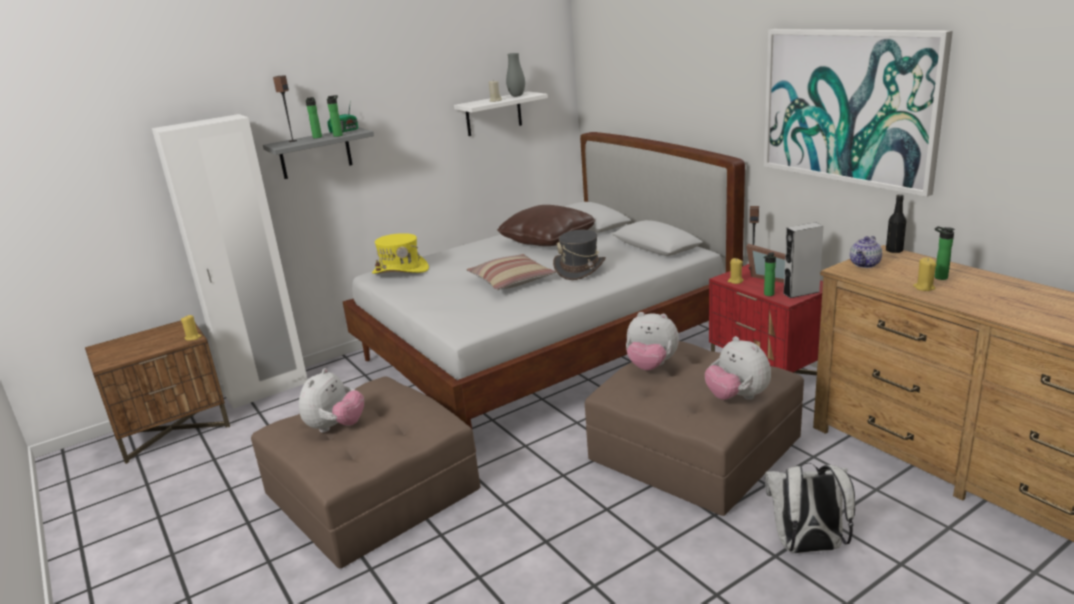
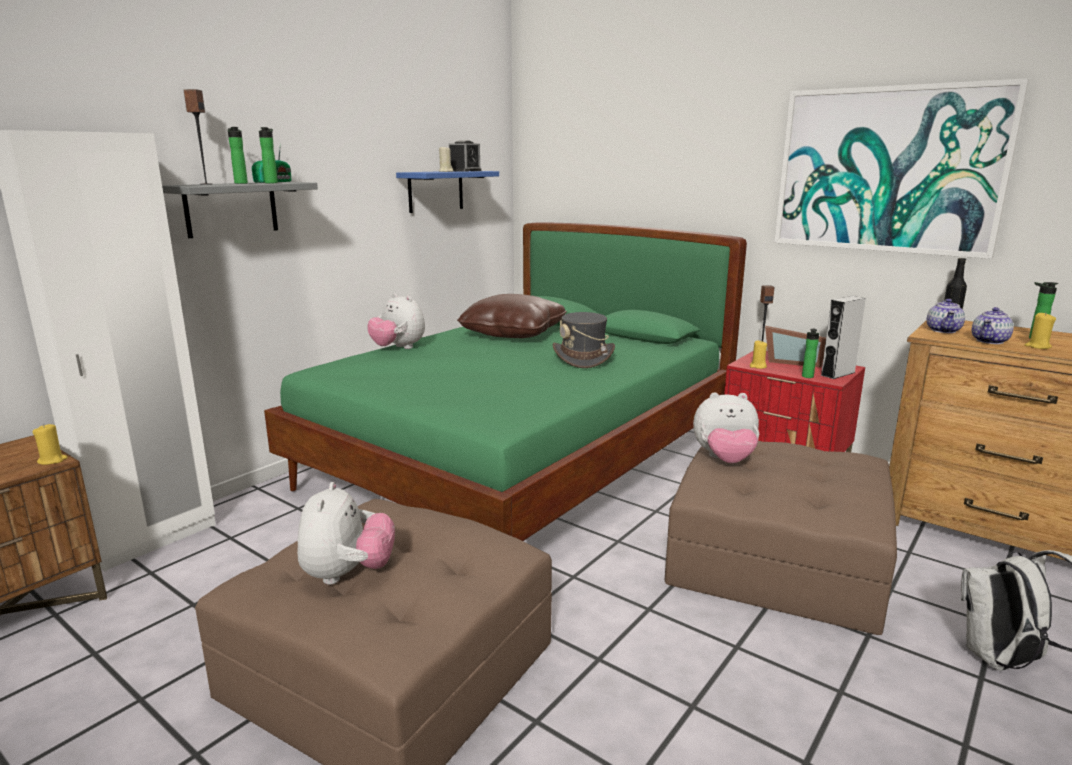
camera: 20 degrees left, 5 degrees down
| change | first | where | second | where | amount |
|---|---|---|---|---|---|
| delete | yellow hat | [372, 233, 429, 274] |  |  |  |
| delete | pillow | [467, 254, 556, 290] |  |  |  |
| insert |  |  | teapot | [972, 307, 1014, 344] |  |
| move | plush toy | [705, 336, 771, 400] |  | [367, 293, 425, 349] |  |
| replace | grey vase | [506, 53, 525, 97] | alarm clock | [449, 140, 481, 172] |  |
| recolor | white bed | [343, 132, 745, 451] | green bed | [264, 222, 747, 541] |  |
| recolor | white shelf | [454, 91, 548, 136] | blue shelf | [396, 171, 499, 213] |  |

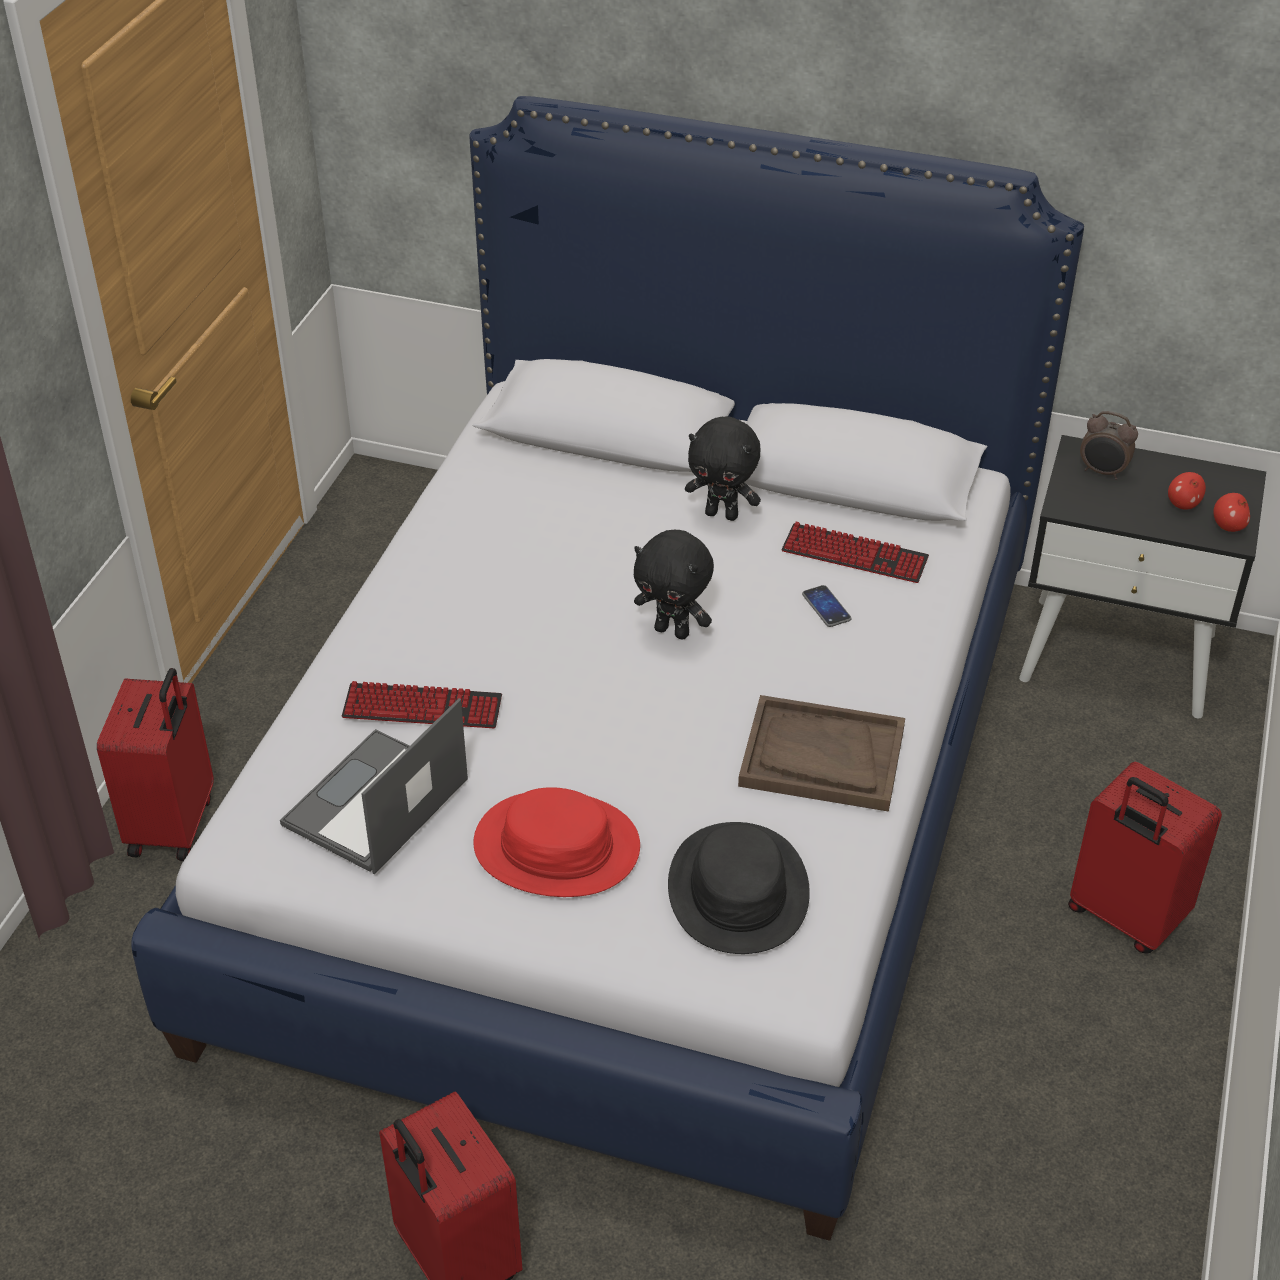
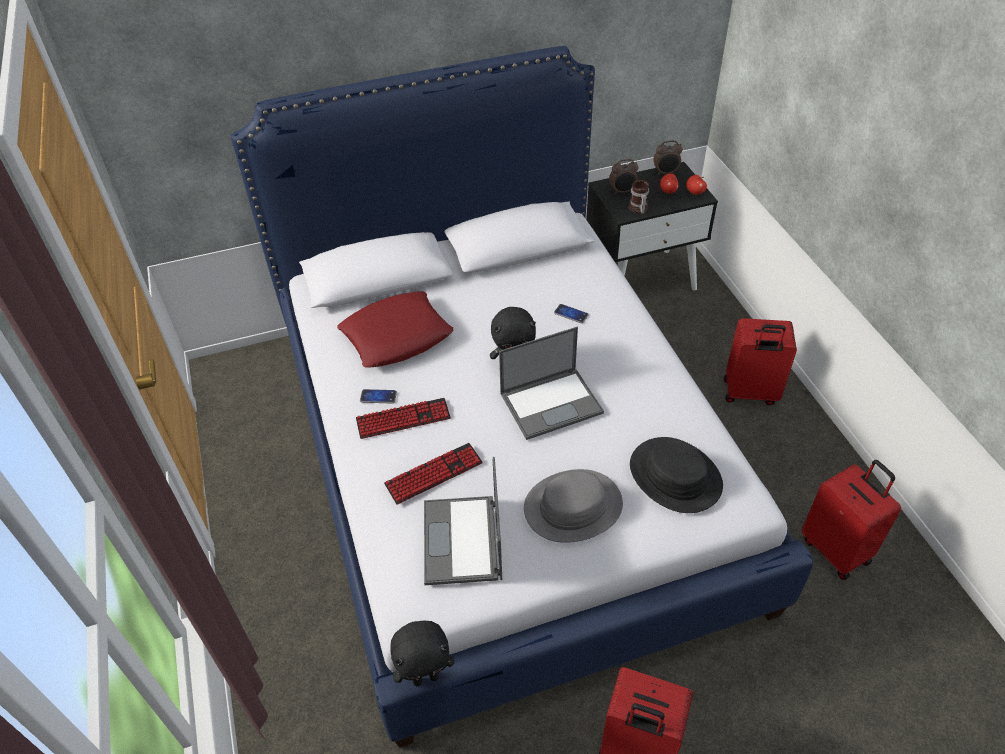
camera: 35 degrees left, 5 degrees up
| change | first | where | second | where | amount |
|---|---|---|---|---|---|
| delete | brown tray | [738, 695, 905, 812] |  |  |  |
| insert |  |  | red pillow | [337, 291, 454, 368] |  |
| insert |  |  | phone | [360, 389, 397, 404] |  |
| insert |  |  | laptop | [499, 327, 604, 440] |  |
| insert |  |  | mug | [628, 180, 649, 214] |  |
| insert |  |  | alarm clock | [653, 140, 683, 175] |  |
| move | red suitcase | [97, 668, 214, 861] |  | [802, 460, 901, 580] |  |
| move | black plush toy | [685, 416, 761, 521] |  | [390, 621, 455, 686] |  |
| move | keyboard | [781, 522, 929, 583] |  | [356, 398, 451, 439] |  |
| recolor | red hat | [473, 787, 640, 897] | grey hat | [524, 469, 623, 543] |  |

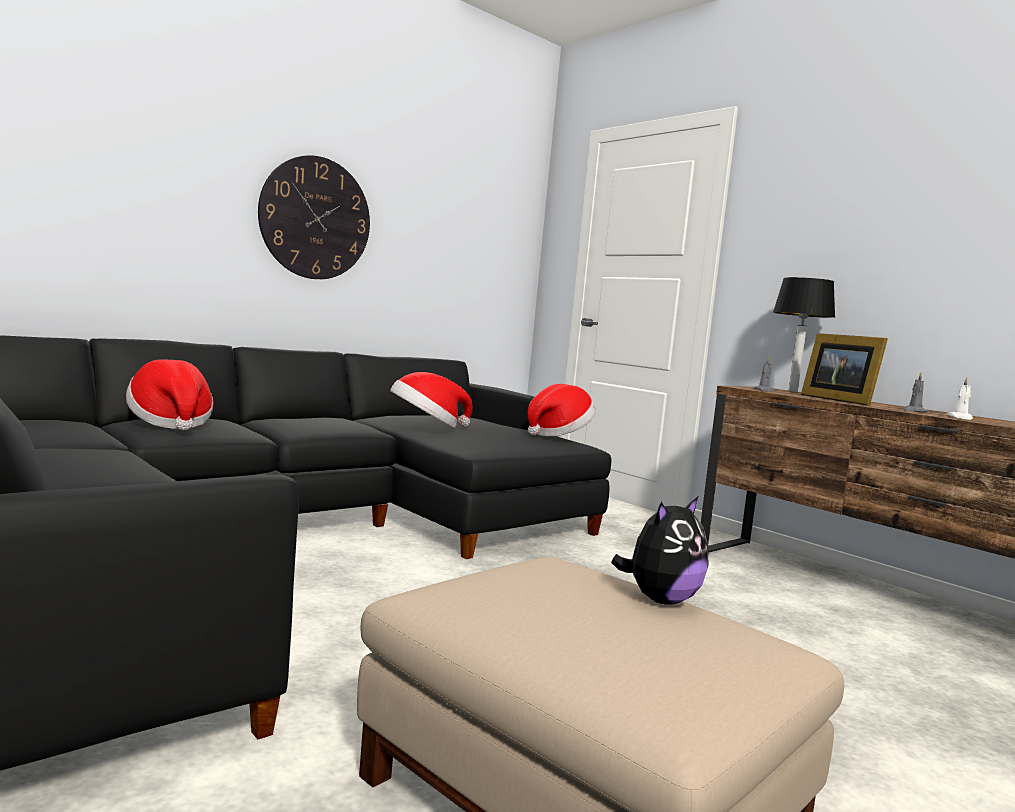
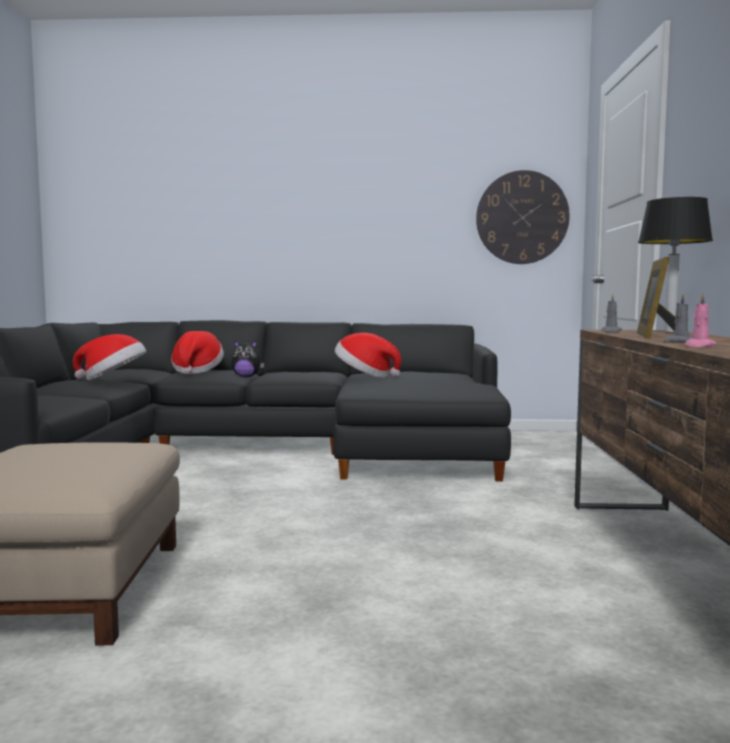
camera: 45 degrees right, 0 degrees up
| change | first | where | second | where | amount |
|---|---|---|---|---|---|
| move | wall clock | [258, 155, 370, 279] |  | [476, 170, 570, 264] |  |
| move | hat | [528, 384, 595, 436] |  | [73, 334, 146, 380] |  |
| move | plush toy | [611, 497, 708, 605] |  | [231, 341, 265, 377] |  |
| recolor | white candle | [947, 377, 973, 420] | pink candle | [685, 294, 717, 347] |  |

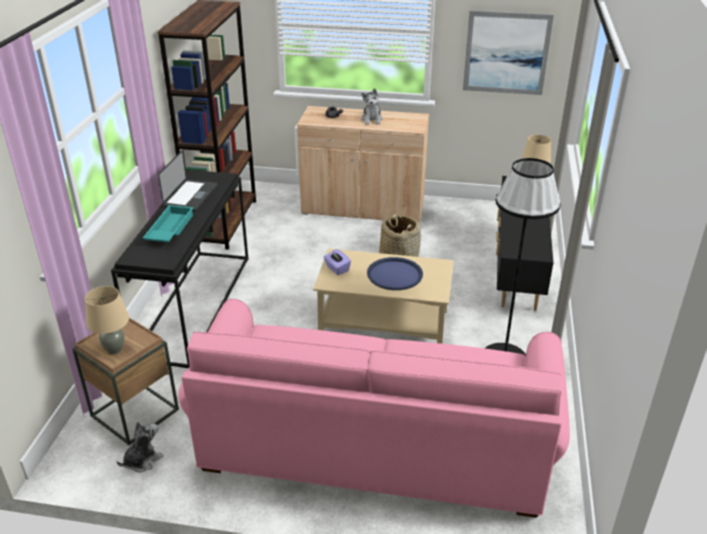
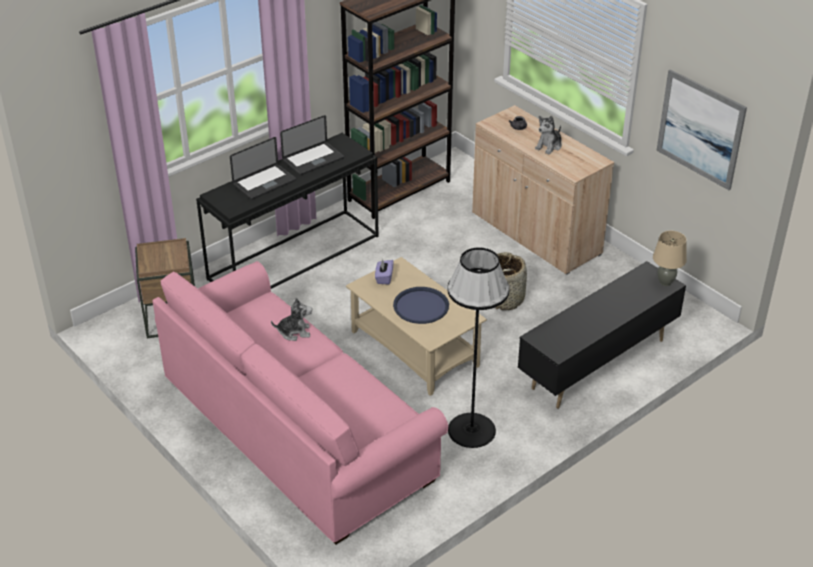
camera: 40 degrees right, 5 degrees up
| change | first | where | second | where | amount |
|---|---|---|---|---|---|
| delete | beige table lamp | [85, 286, 129, 354] |  |  |  |
| move | plush toy | [117, 421, 163, 473] |  | [271, 297, 312, 341] |  |
| replace | turquoise tray | [142, 205, 194, 242] | laptop | [230, 137, 296, 200] |  |

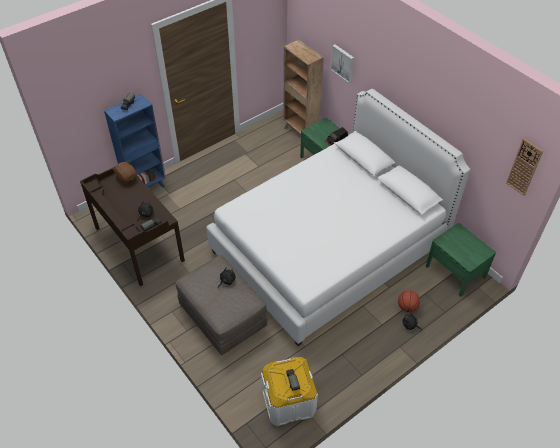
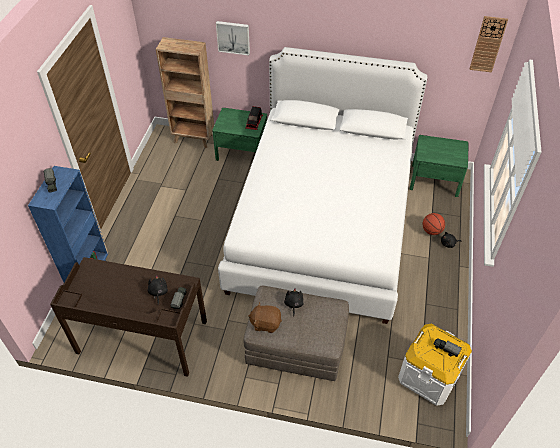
camera: 40 degrees left, 0 degrees up
| change | first | where | second | where | amount |
|---|---|---|---|---|---|
| move | brown plush toy | [112, 160, 137, 185] |  | [248, 302, 282, 333] |  |

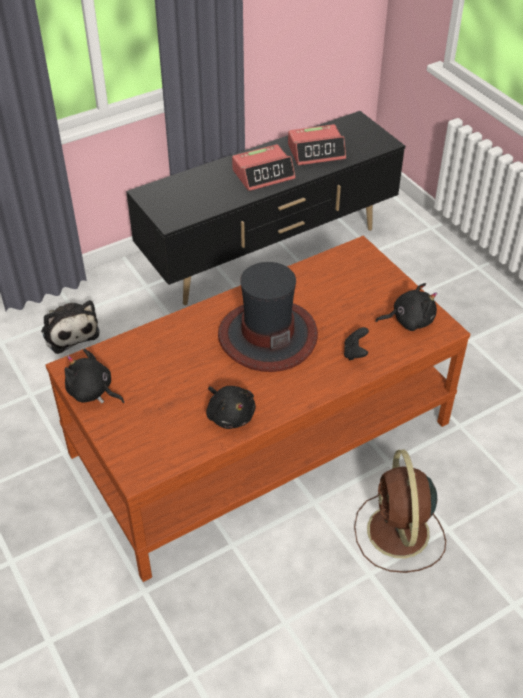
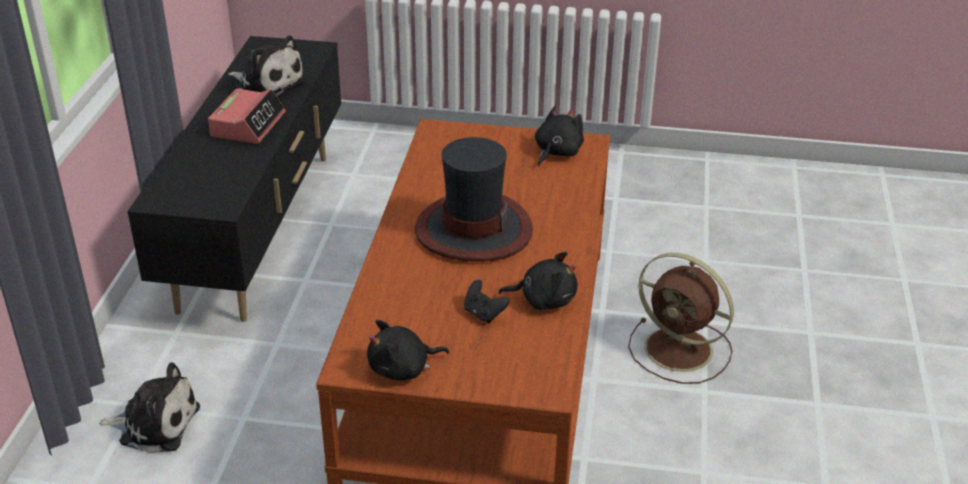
camera: 50 degrees left, 10 degrees down
| change | first | where | second | where | amount |
|---|---|---|---|---|---|
| move | black game controller | [344, 327, 369, 360] |  | [464, 280, 510, 323] |  |
| replace | alarm clock | [288, 124, 346, 165] | plush toy | [228, 36, 306, 97] |  |

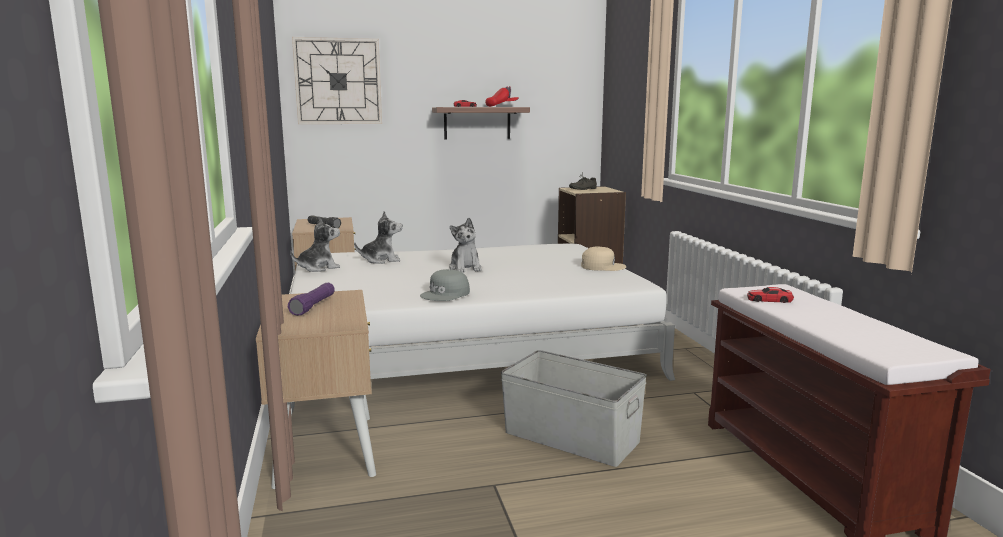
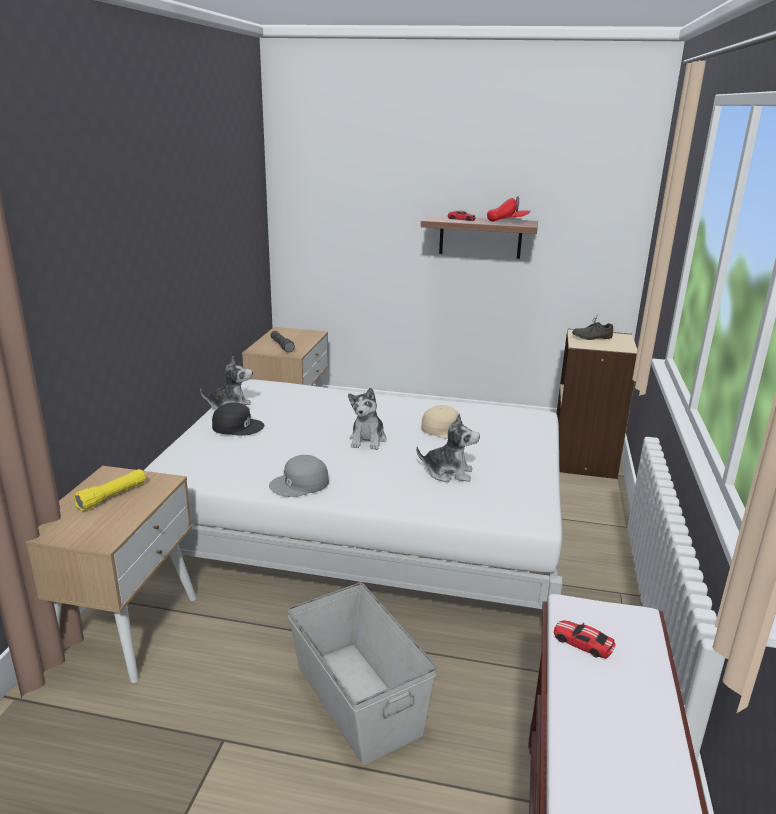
camera: 25 degrees right, 10 degrees up
| change | first | where | second | where | amount |
|---|---|---|---|---|---|
| delete | wall clock | [292, 37, 382, 124] |  |  |  |
| insert |  |  | black cap | [212, 402, 264, 436] |  |
| move | plush toy | [354, 211, 402, 264] |  | [416, 414, 480, 482] |  |
| move | beige cap | [581, 247, 627, 271] |  | [421, 405, 471, 439] |  |
| recolor | purple flashlight | [288, 283, 335, 316] | yellow flashlight | [73, 469, 146, 511] |  |

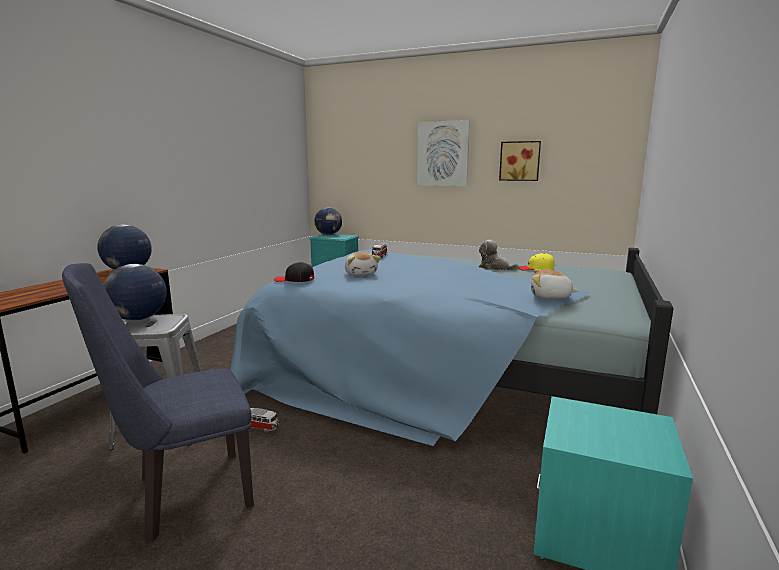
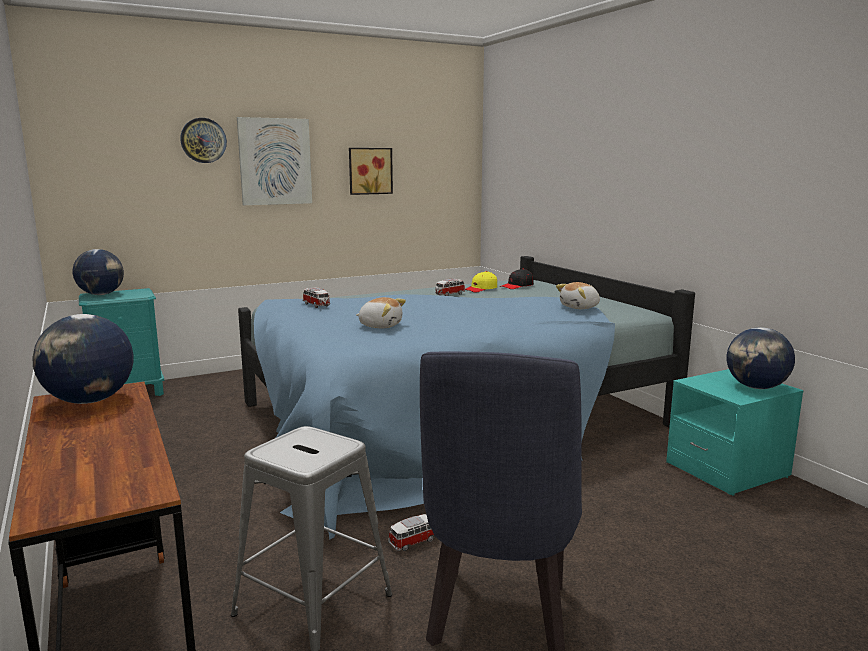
camera: 50 degrees left, 0 degrees up
| change | first | where | second | where | amount |
|---|---|---|---|---|---|
| insert |  |  | wall clock | [180, 118, 227, 163] |  |
| move | globe | [103, 264, 166, 321] |  | [727, 327, 795, 389] |  |
| move | black cap | [274, 262, 314, 282] |  | [500, 269, 534, 289] |  |
| replace | plush toy | [479, 240, 518, 270] | toy car | [435, 279, 465, 296] |  |

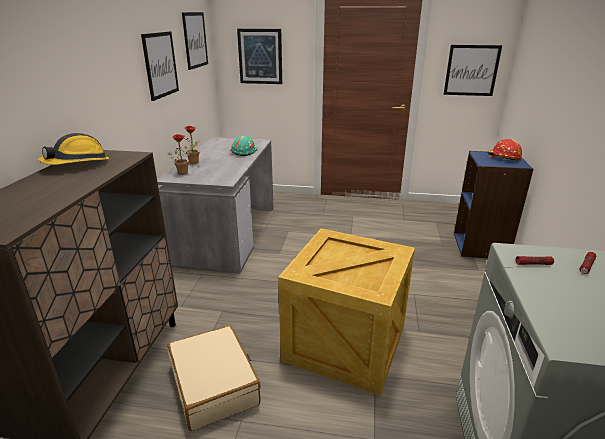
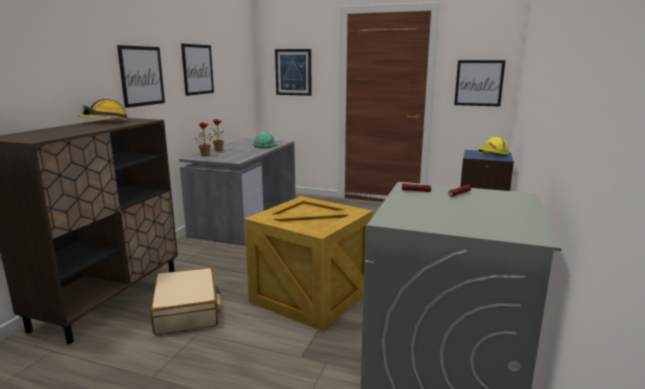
camera: 10 degrees right, 10 degrees down
| change | first | where | second | where | amount |
|---|---|---|---|---|---|
| move | picture | [182, 12, 208, 70] |  | [117, 45, 165, 108] |  |
| recolor | red hard hat | [487, 139, 522, 161] | yellow hard hat | [478, 137, 508, 156] |  |

